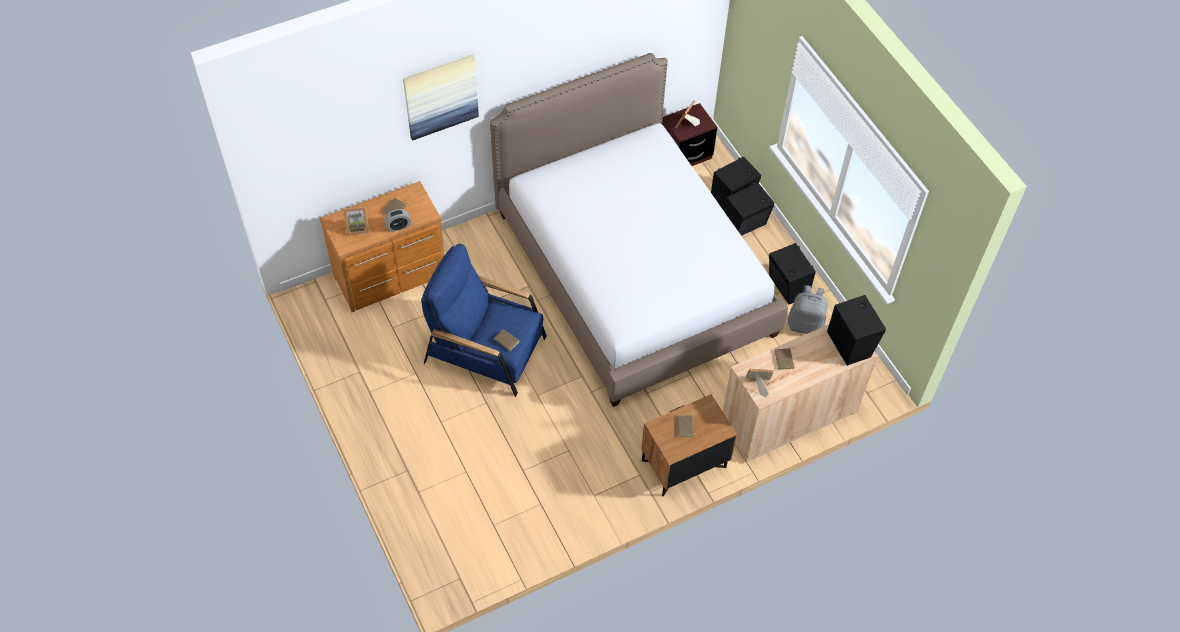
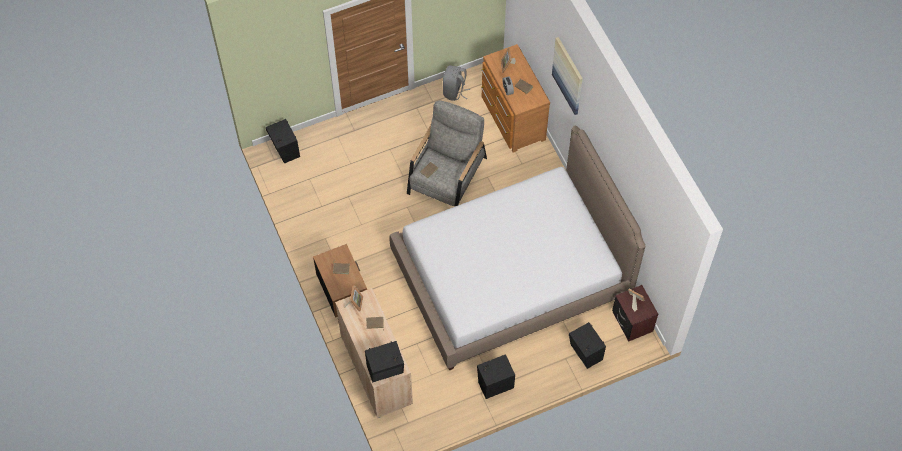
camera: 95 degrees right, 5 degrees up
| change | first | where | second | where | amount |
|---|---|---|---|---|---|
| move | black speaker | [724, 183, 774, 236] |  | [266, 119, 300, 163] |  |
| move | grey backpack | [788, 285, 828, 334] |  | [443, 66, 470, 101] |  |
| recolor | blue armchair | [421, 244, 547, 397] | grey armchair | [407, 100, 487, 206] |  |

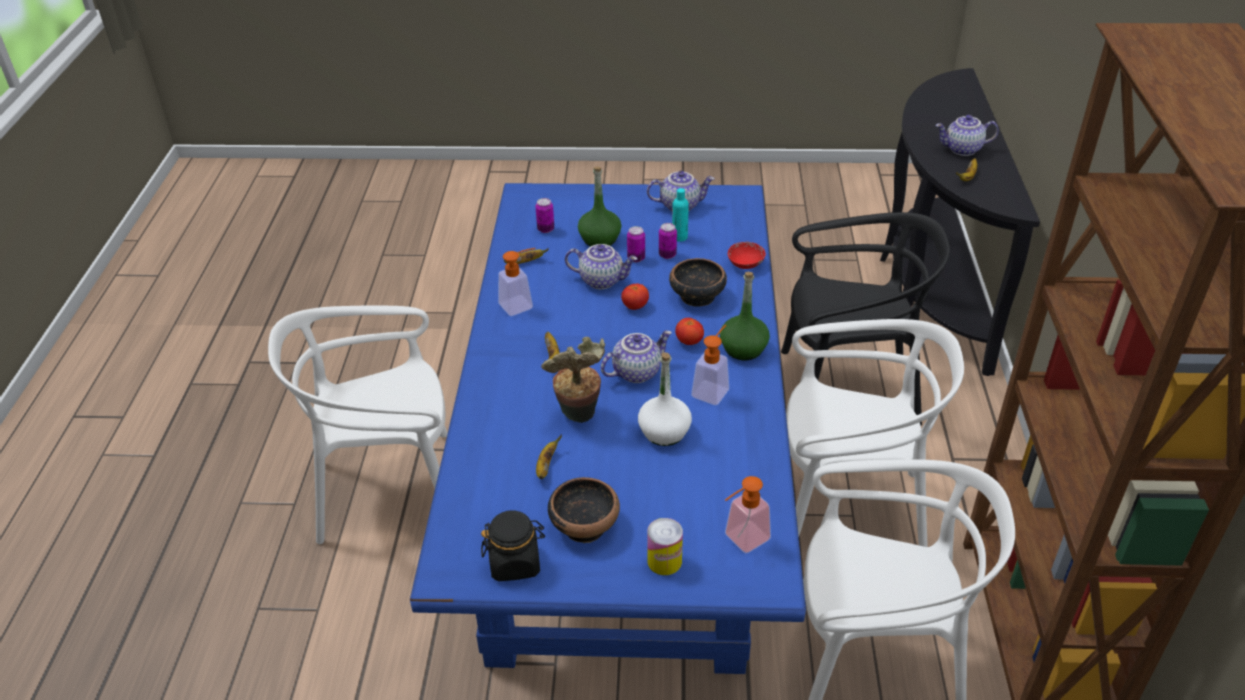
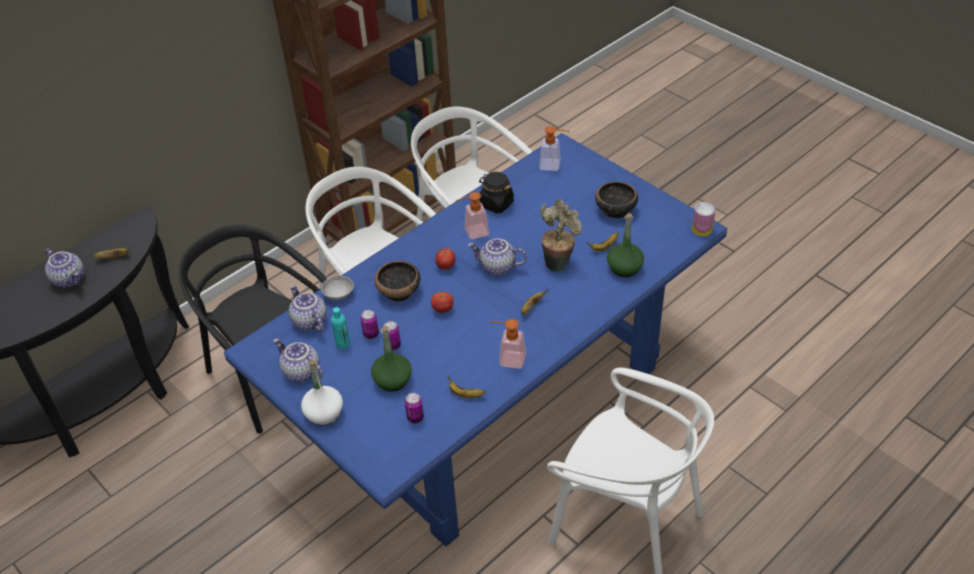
camera: 135 degrees left, 5 degrees up
| change | first | where | second | where | amount |
|---|---|---|---|---|---|
| move | black jar | [481, 510, 545, 582] |  | [479, 172, 514, 214] |  |
| move | teapot | [565, 244, 638, 289] |  | [289, 285, 327, 332] |  |
| move | white bottle | [638, 352, 692, 446] |  | [301, 360, 343, 425] |  |
| move | can | [647, 518, 683, 575] |  | [692, 202, 716, 237] |  |
| move | green bottle | [720, 272, 770, 360] |  | [607, 213, 644, 277] |  |
| recolor | red bowl | [728, 242, 766, 269] | grey bowl | [321, 276, 354, 300] |  |

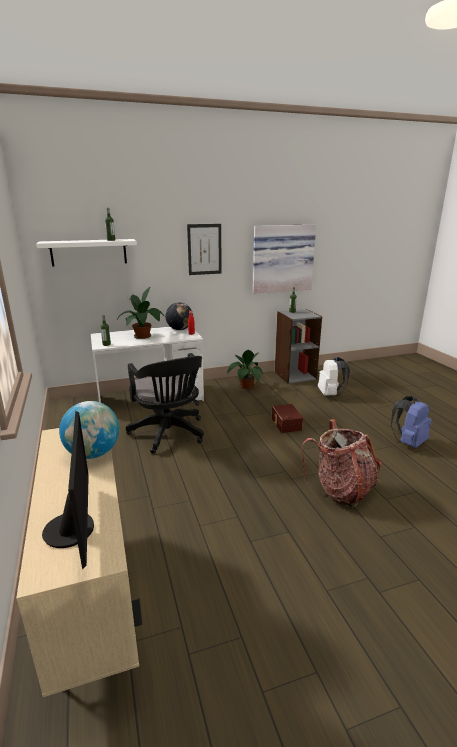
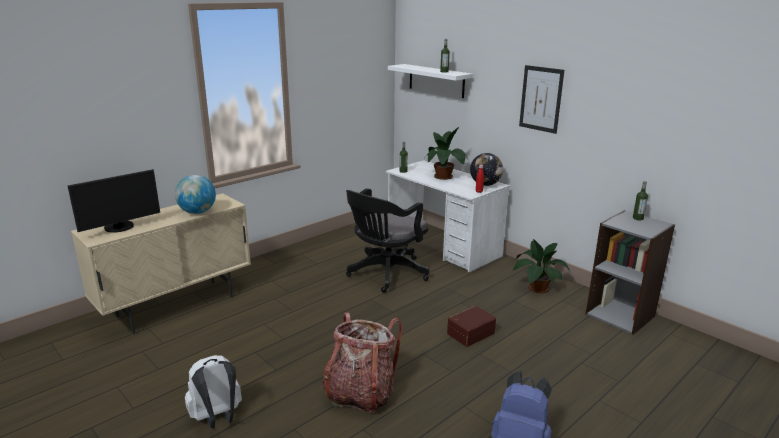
camera: 65 degrees right, 0 degrees up
| change | first | where | second | where | amount |
|---|---|---|---|---|---|
| delete | picture | [253, 224, 316, 294] |  |  |  |
| move | white backpack | [318, 357, 350, 396] |  | [185, 355, 242, 428] |  |

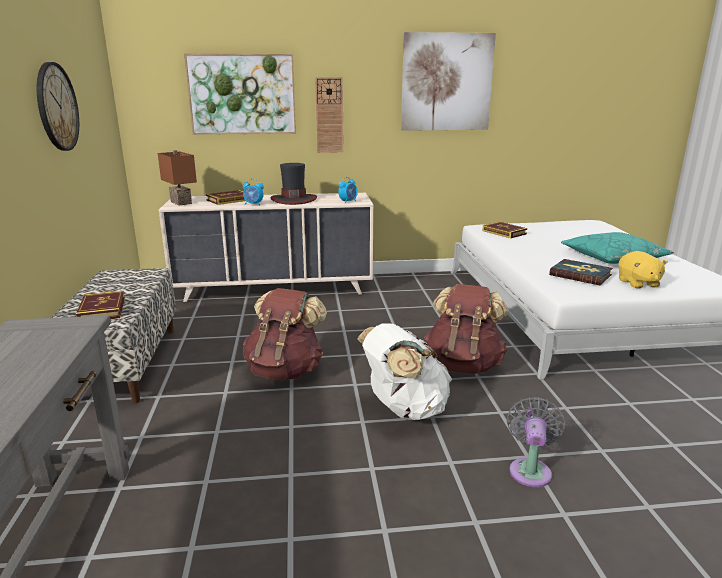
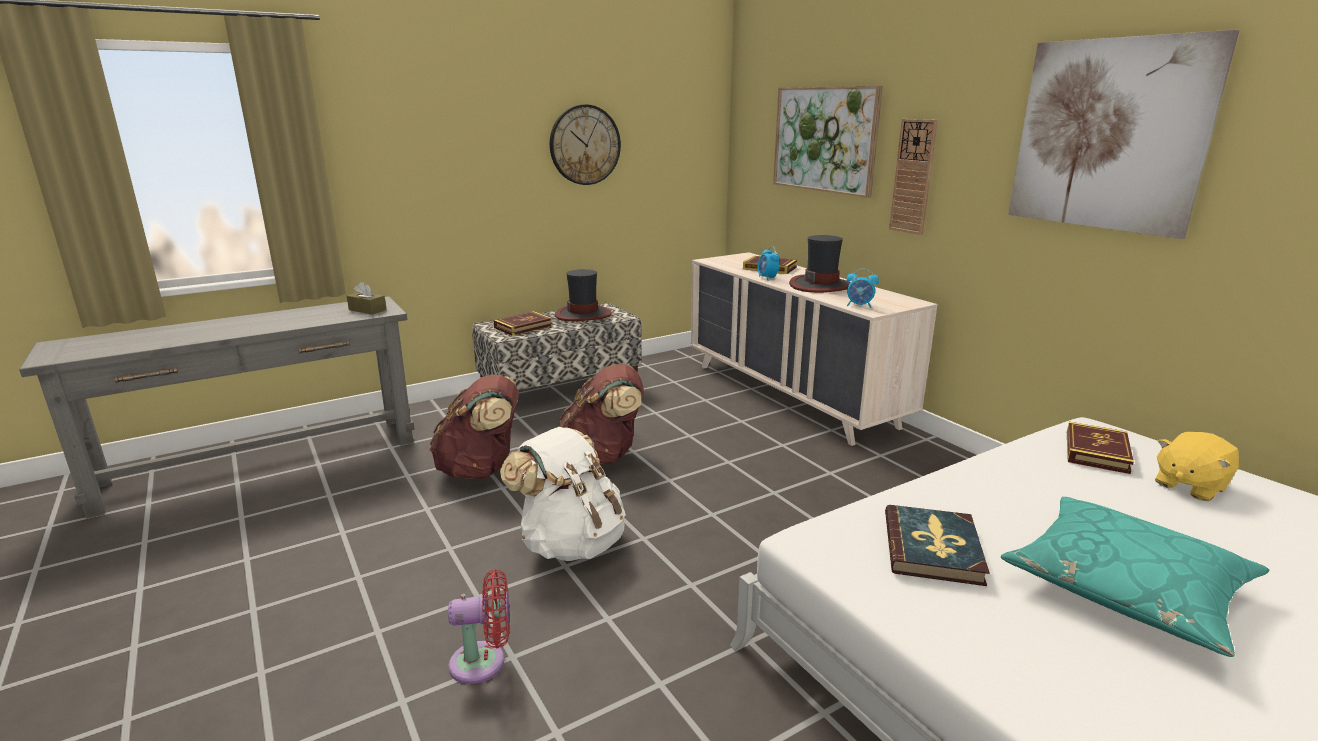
camera: 65 degrees right, 0 degrees up
| change | first | where | second | where | amount |
|---|---|---|---|---|---|
| delete | brown table lamp | [158, 150, 197, 206] |  |  |  |
| insert |  |  | brown tissue box | [347, 282, 387, 314] |  |
| insert |  |  | hat | [555, 269, 612, 321] |  |
| move | brown backpack | [424, 284, 508, 374] |  | [429, 375, 519, 479] |  |
| move | yellow plush toy | [618, 251, 668, 289] |  | [1155, 432, 1239, 501] |  |
| recolor | grey fan | [507, 397, 565, 487] | red fan | [448, 569, 510, 684] |  |

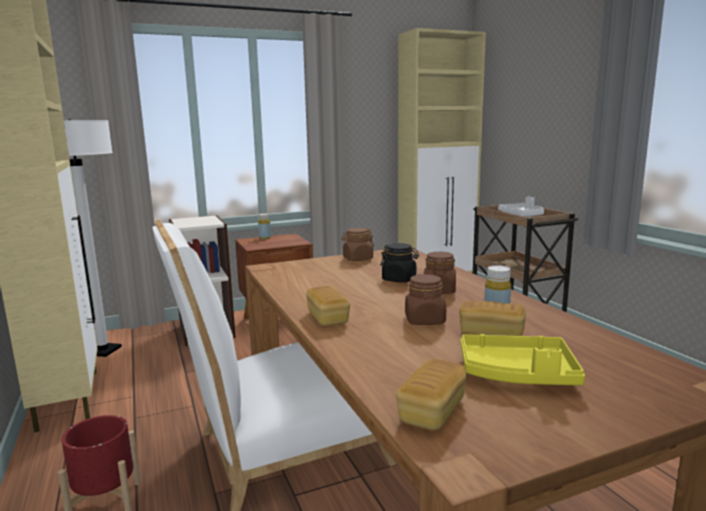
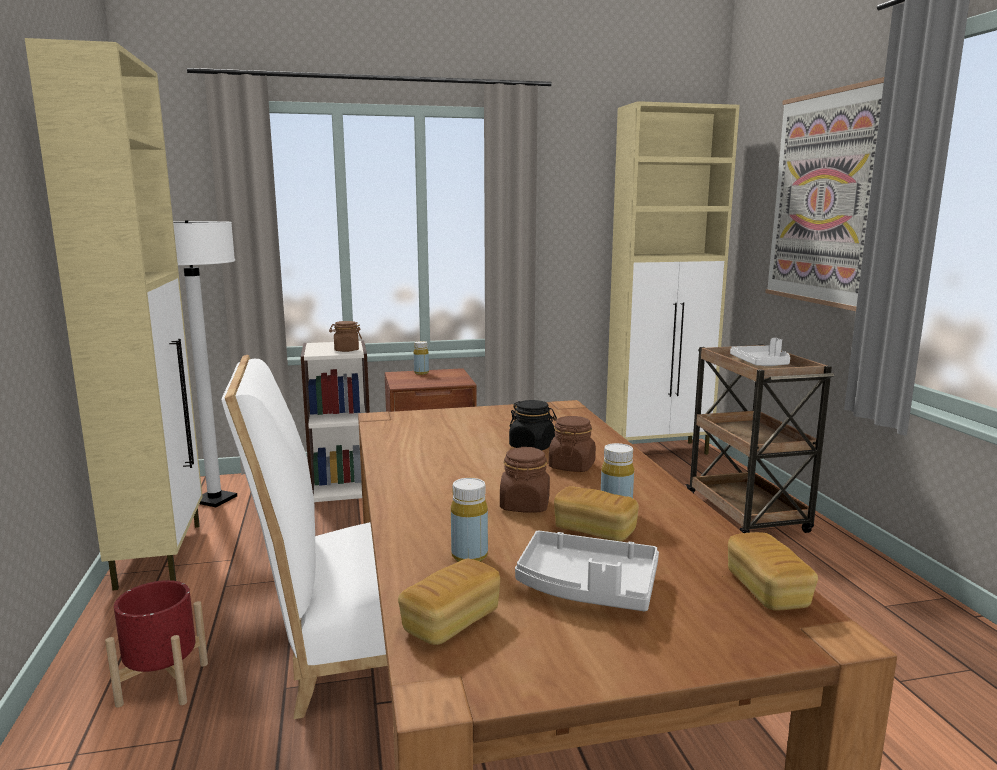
camera: 10 degrees right, 0 degrees up
| change | first | where | second | where | amount |
|---|---|---|---|---|---|
| insert |  |  | yellow bottle | [451, 478, 488, 562] |  |
| insert |  |  | picture | [765, 77, 884, 311] |  |
| move | bread | [306, 286, 350, 326] |  | [728, 532, 818, 611] |  |
| move | brown jar | [341, 228, 374, 261] |  | [329, 321, 362, 352] |  |
| recolor | yellow tray | [461, 334, 585, 386] | grey tray | [515, 531, 659, 611] |  |

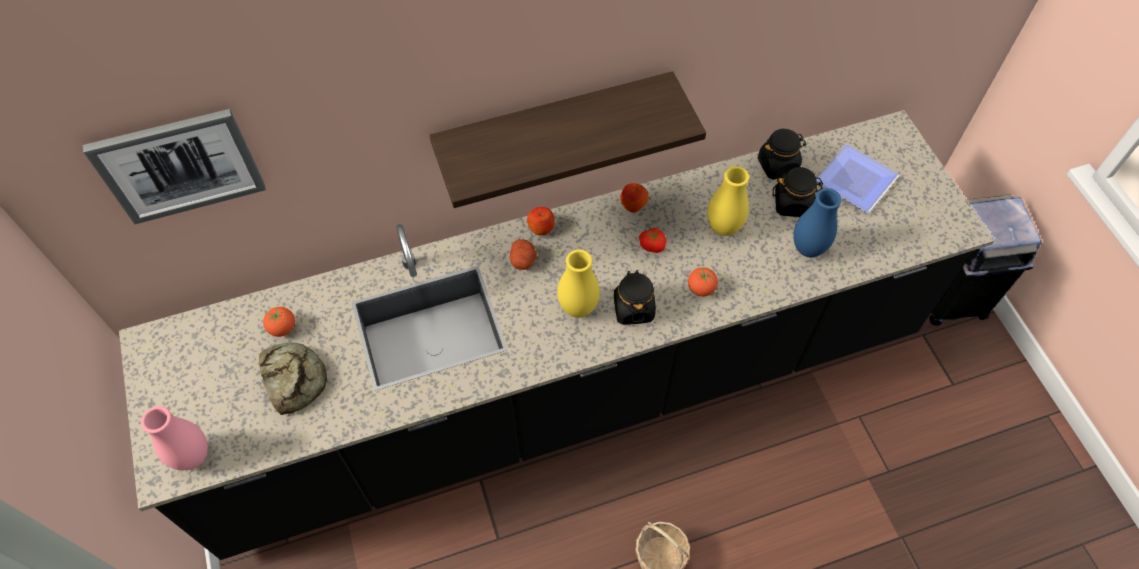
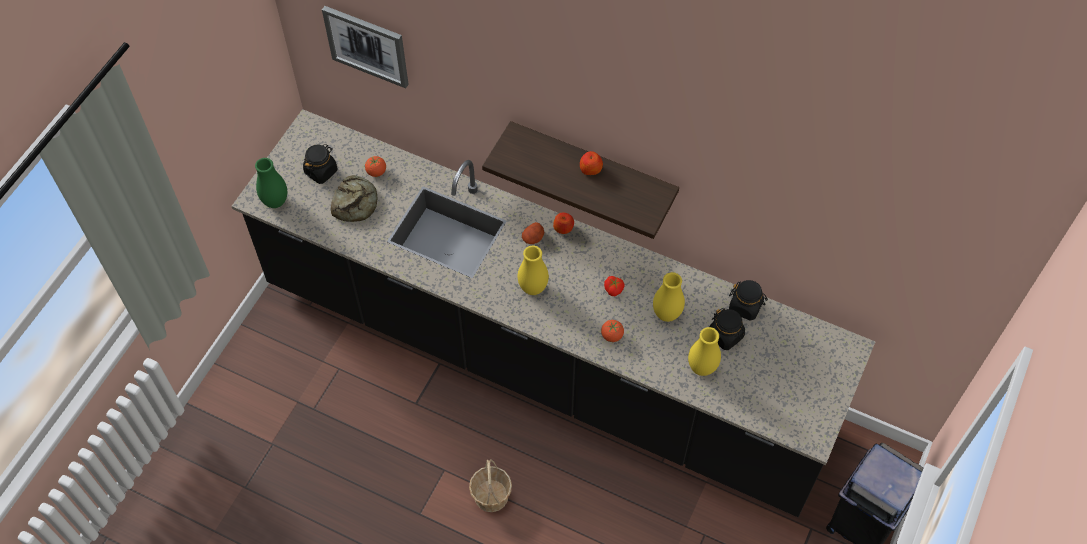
camera: 45 degrees right, 0 degrees up
| change | first | where | second | where | amount |
|---|---|---|---|---|---|
| delete | plate | [816, 144, 899, 213] |  |  |  |
| move | black jar | [614, 270, 656, 325] |  | [303, 144, 337, 184] |  |
| move | apple | [620, 183, 649, 212] |  | [580, 151, 603, 175] |  |
| recolor | pink vase | [141, 406, 208, 470] | green vase | [255, 158, 287, 208] |  |
| recolor | blue vase | [793, 188, 841, 257] | yellow vase | [688, 327, 721, 376] |  |

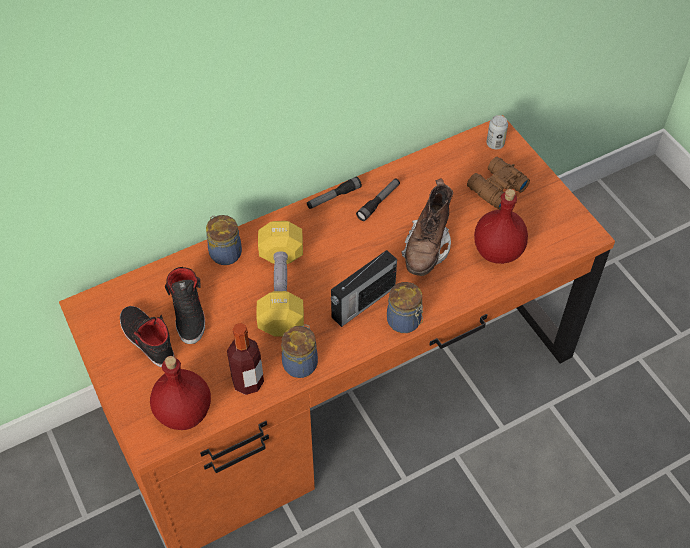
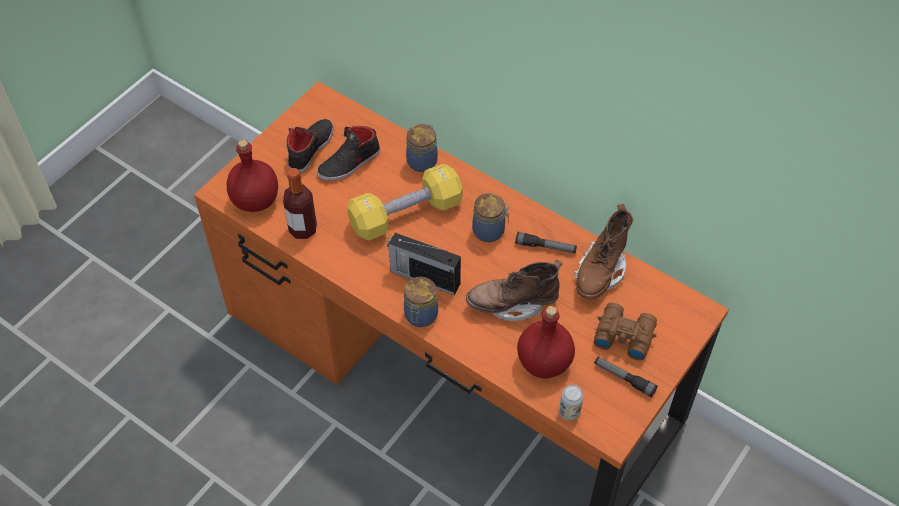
camera: 65 degrees right, 0 degrees up
| change | first | where | second | where | amount |
|---|---|---|---|---|---|
| insert |  |  | brown boot | [574, 204, 633, 300] |  |
| move | jar | [281, 324, 318, 378] |  | [472, 193, 509, 242] |  |
| move | flashlight | [307, 176, 362, 209] |  | [594, 357, 658, 397] |  |
| move | can | [487, 115, 508, 149] |  | [559, 385, 584, 421] |  |

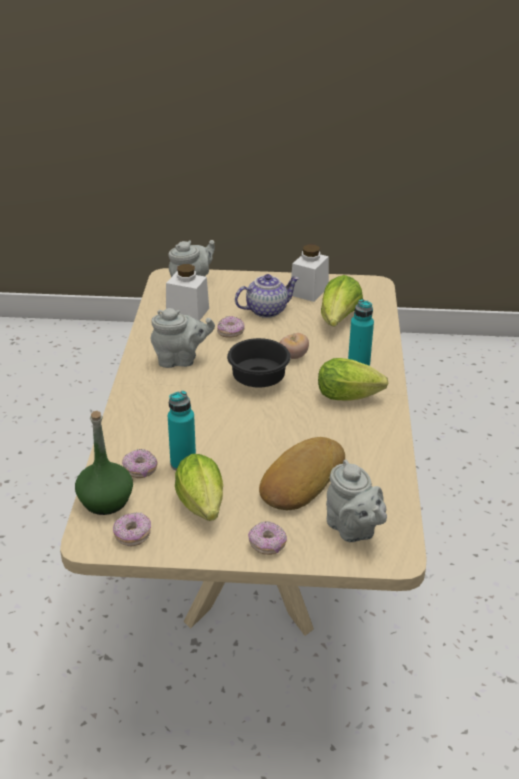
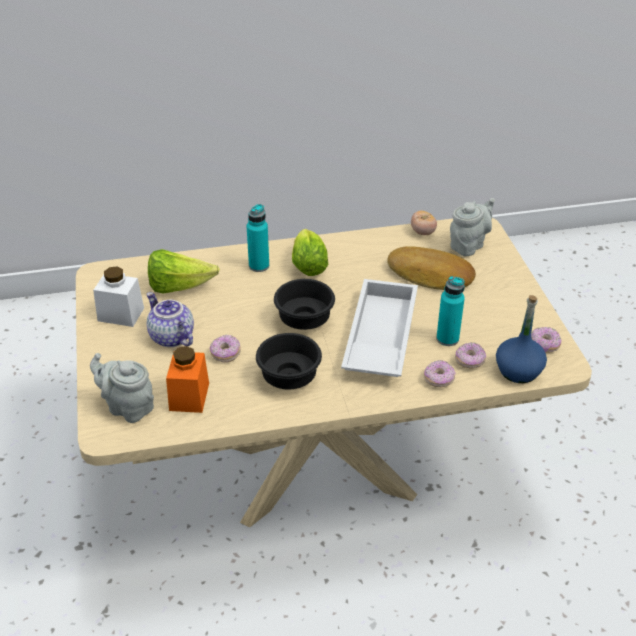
camera: 105 degrees left, 5 degrees up
| change | first | where | second | where | amount |
|---|---|---|---|---|---|
| delete | lettuce | [175, 454, 223, 521] |  |  |  |
| insert |  |  | white tray | [341, 279, 418, 377] |  |
| move | donut | [248, 521, 287, 555] |  | [424, 360, 456, 387] |  |
| move | tomato | [279, 333, 309, 359] |  | [411, 211, 437, 235] |  |
| replace | grey teapot | [151, 308, 215, 368] | black bowl | [256, 333, 322, 389] |  |
| recolor | green bottle | [75, 411, 133, 515] | blue bottle | [496, 295, 547, 383] |  |
| recolor | white jar | [166, 264, 209, 321] | orange jar | [166, 346, 209, 413] |  |

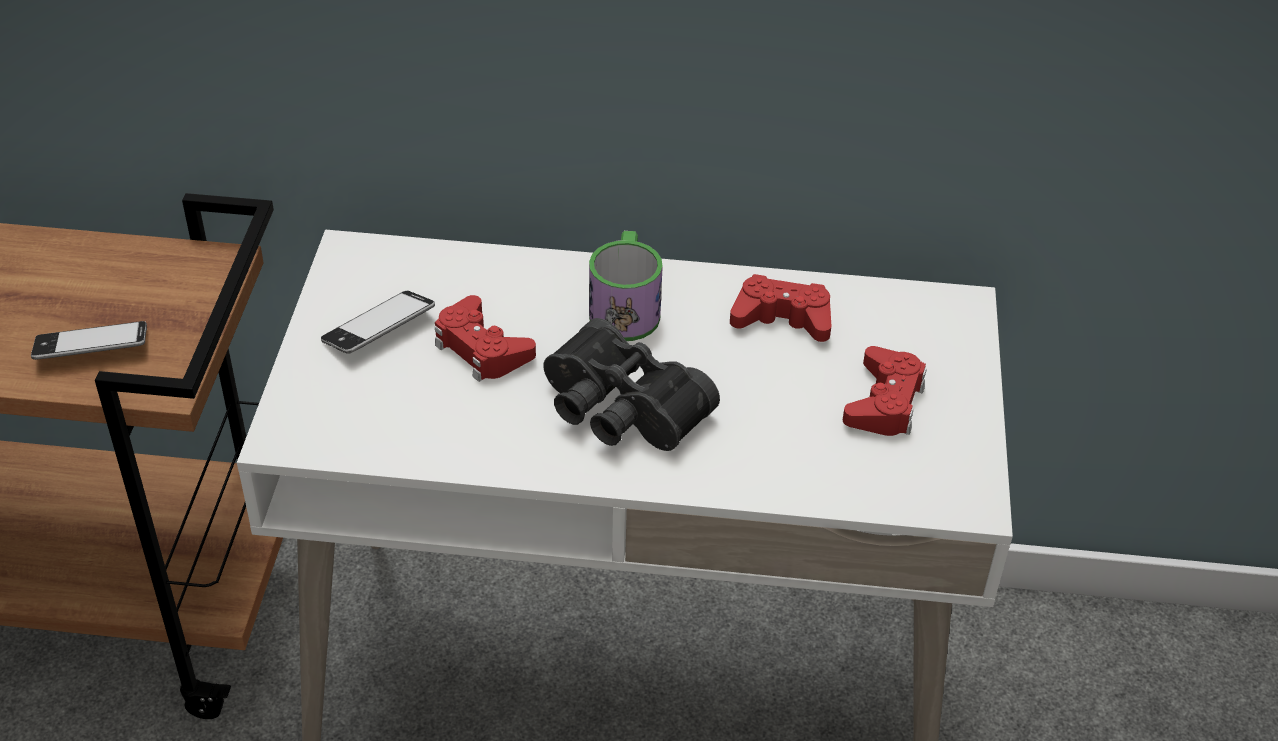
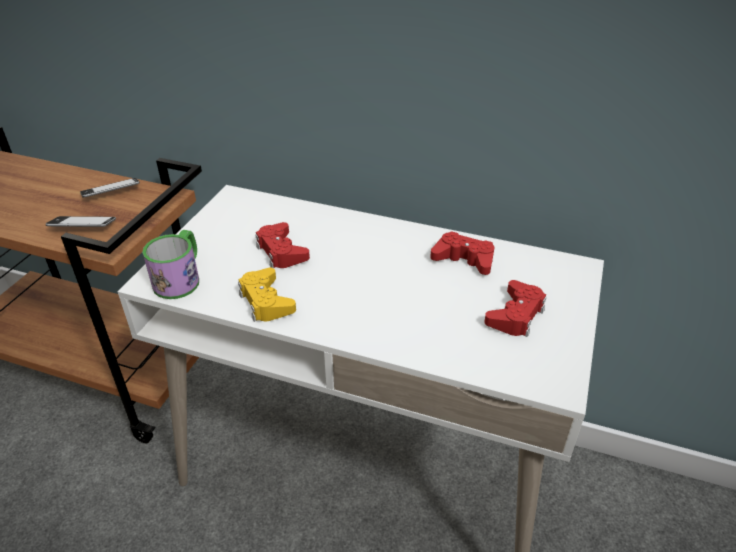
camera: 15 degrees right, 5 degrees down
| change | first | where | second | where | amount |
|---|---|---|---|---|---|
| delete | black binoculars | [543, 318, 720, 451] |  |  |  |
| insert |  |  | yellow game controller | [238, 268, 296, 322] |  |
| move | phone | [321, 291, 435, 354] |  | [80, 178, 140, 198] |  |
| move | mug | [589, 231, 663, 341] |  | [142, 230, 199, 299] |  |

